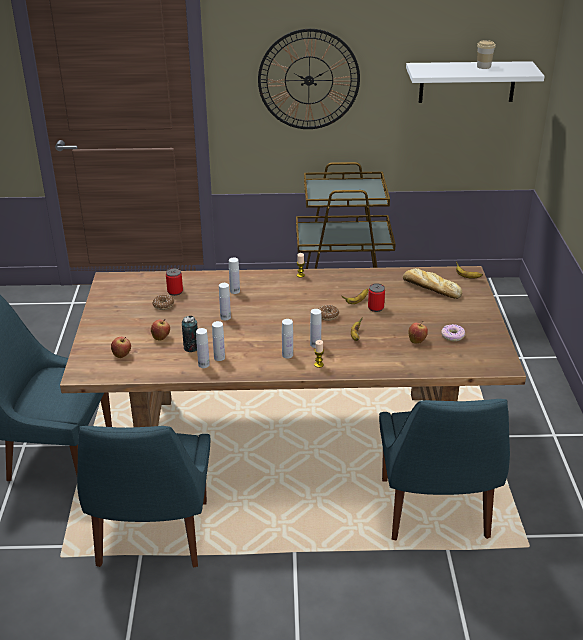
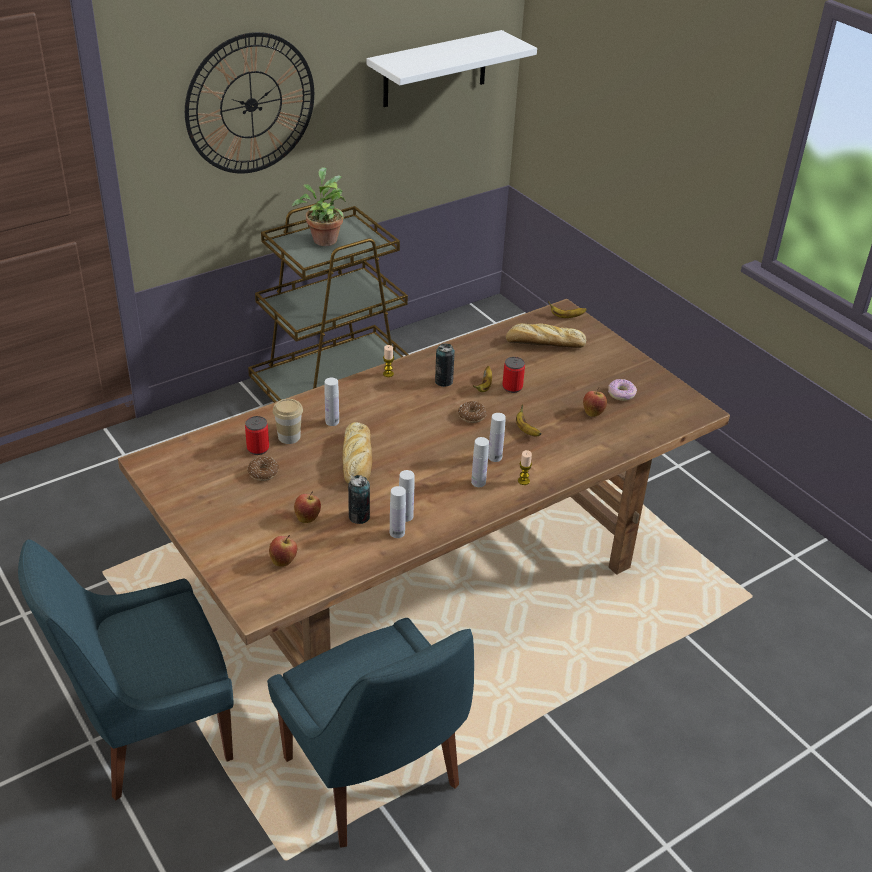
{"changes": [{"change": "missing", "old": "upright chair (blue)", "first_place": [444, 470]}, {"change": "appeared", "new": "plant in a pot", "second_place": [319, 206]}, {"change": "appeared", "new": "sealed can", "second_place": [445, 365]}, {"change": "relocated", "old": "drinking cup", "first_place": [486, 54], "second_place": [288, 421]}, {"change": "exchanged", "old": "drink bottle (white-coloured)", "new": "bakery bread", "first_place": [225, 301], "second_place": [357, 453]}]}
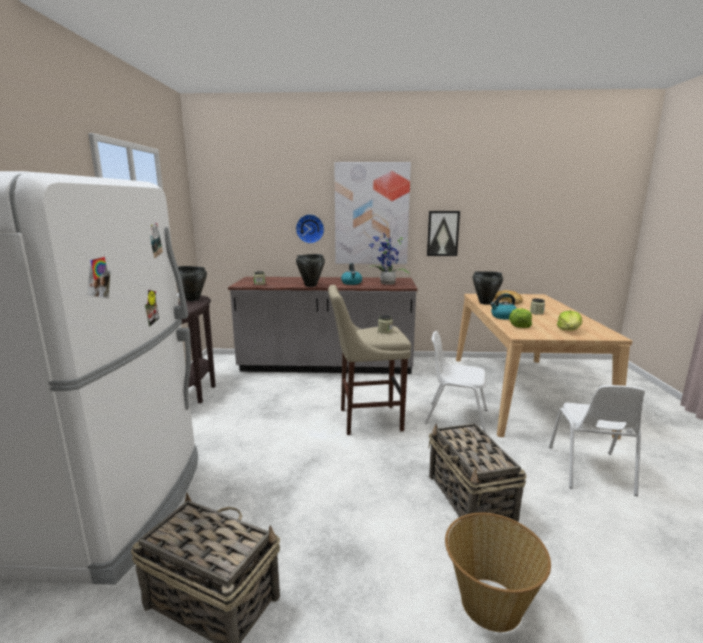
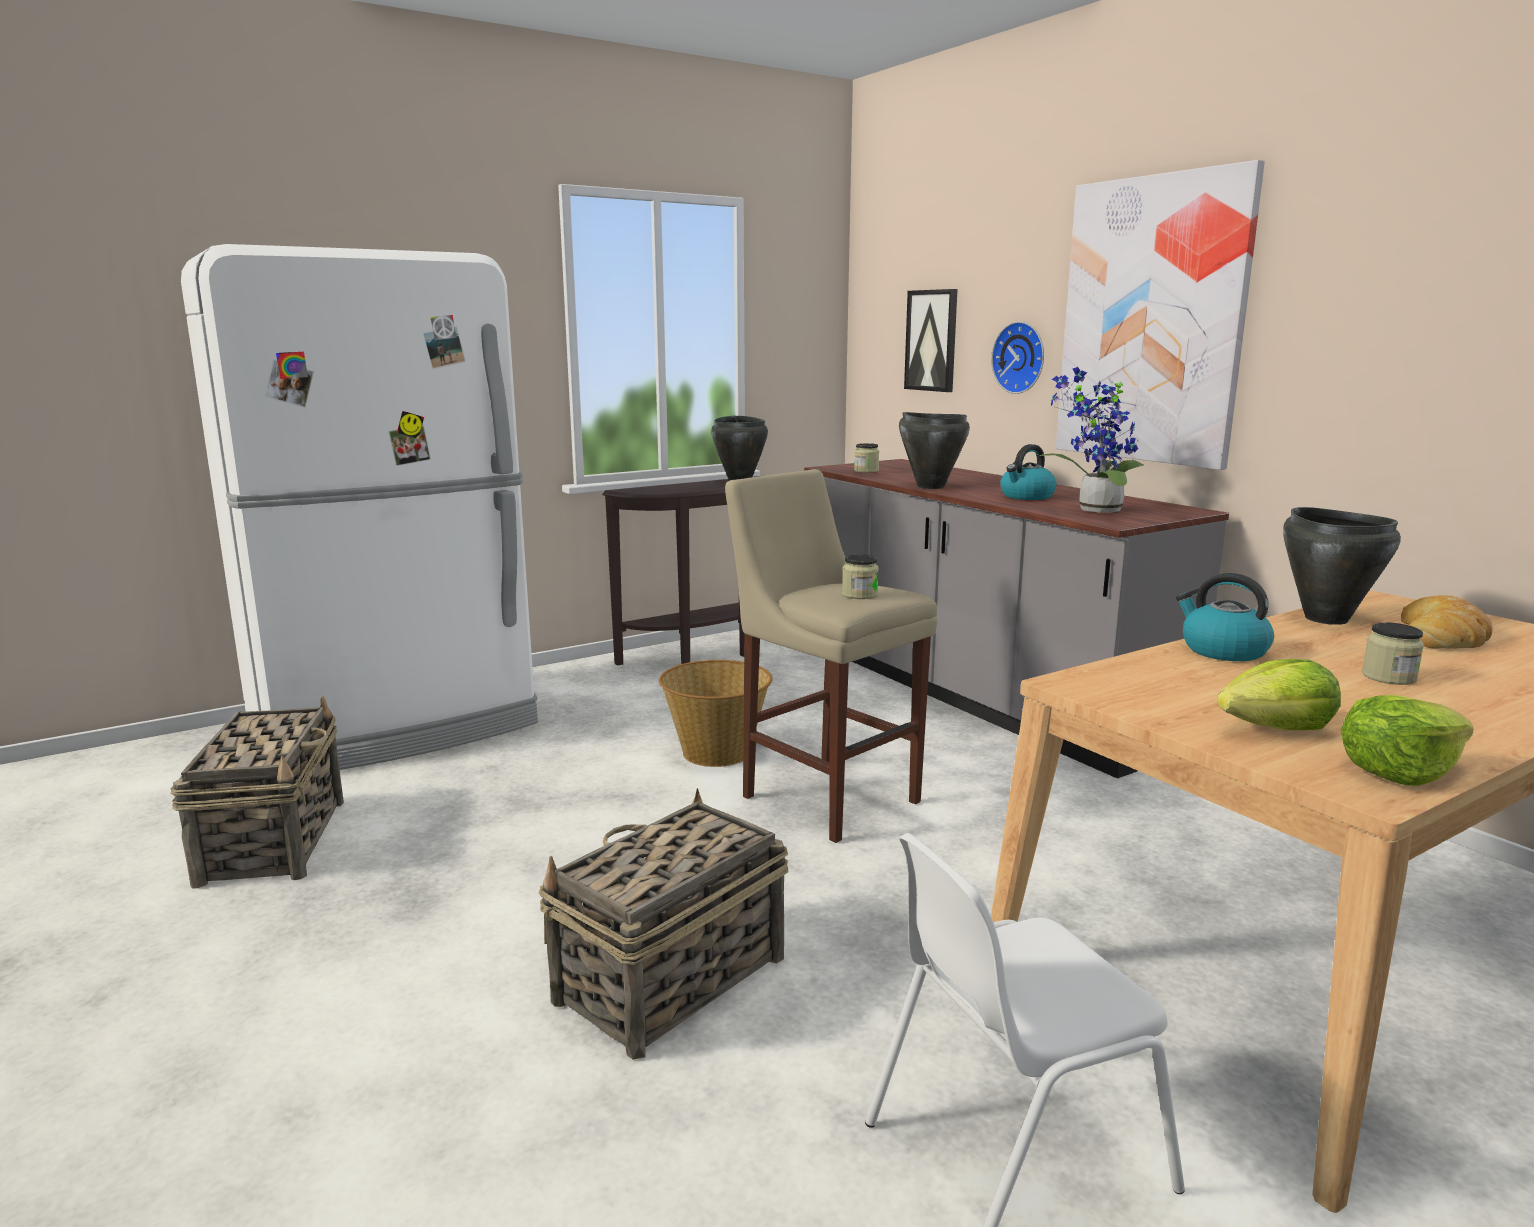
{"changes": [{"change": "missing", "old": "upright chair (white-coloured)", "first_place": [456, 382]}, {"change": "relocated", "old": "wall picture", "first_place": [443, 233], "second_place": [931, 340]}, {"change": "relocated", "old": "basket", "first_place": [498, 572], "second_place": [716, 713]}, {"change": "relocated", "old": "lettuce", "first_place": [520, 318], "second_place": [1407, 740]}]}
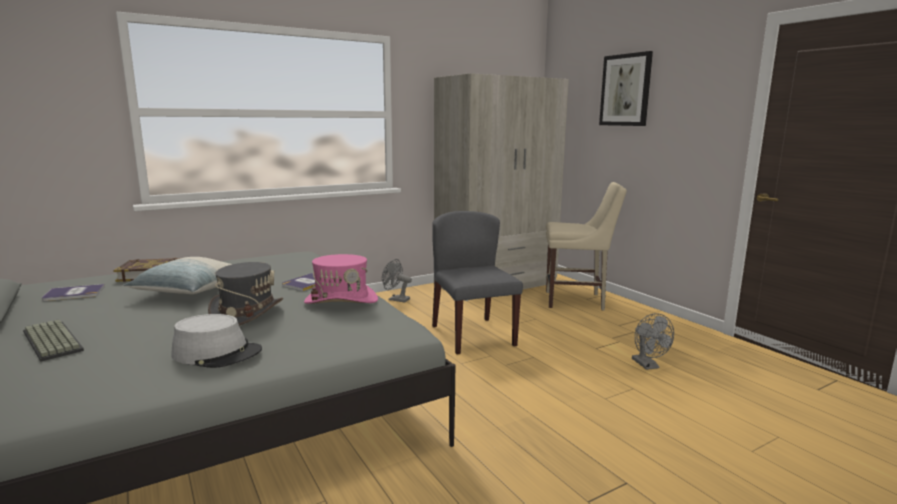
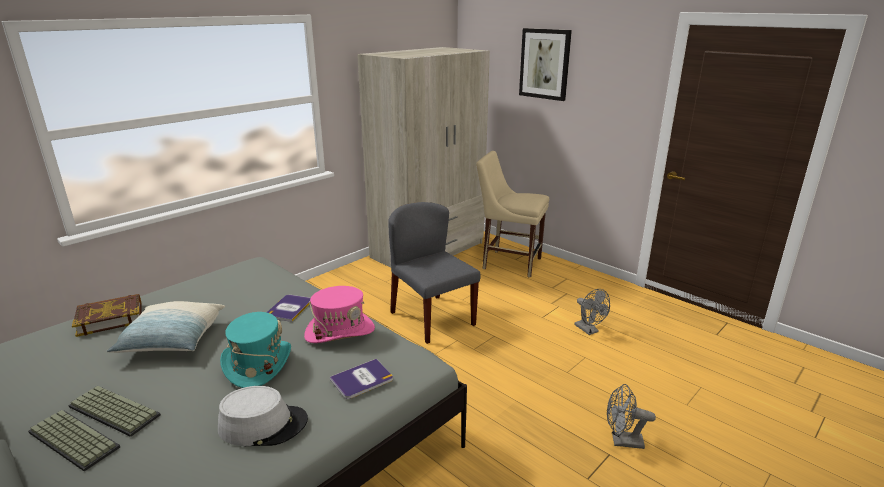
{"changes": [{"change": "appeared", "new": "PC keyboard", "second_place": [114, 411]}, {"change": "relocated", "old": "volume", "first_place": [73, 292], "second_place": [361, 379]}, {"change": "relocated", "old": "electric fan (gray)", "first_place": [397, 281], "second_place": [631, 416]}, {"change": "colour", "old": "clothing hat (gray)", "new": "clothing hat (turquoise-coloured)", "first_place": [245, 294], "second_place": [255, 350]}, {"change": "spun", "old": "upright chair (beige)", "first_place": [586, 246], "second_place": [512, 214], "degrees": -150}]}
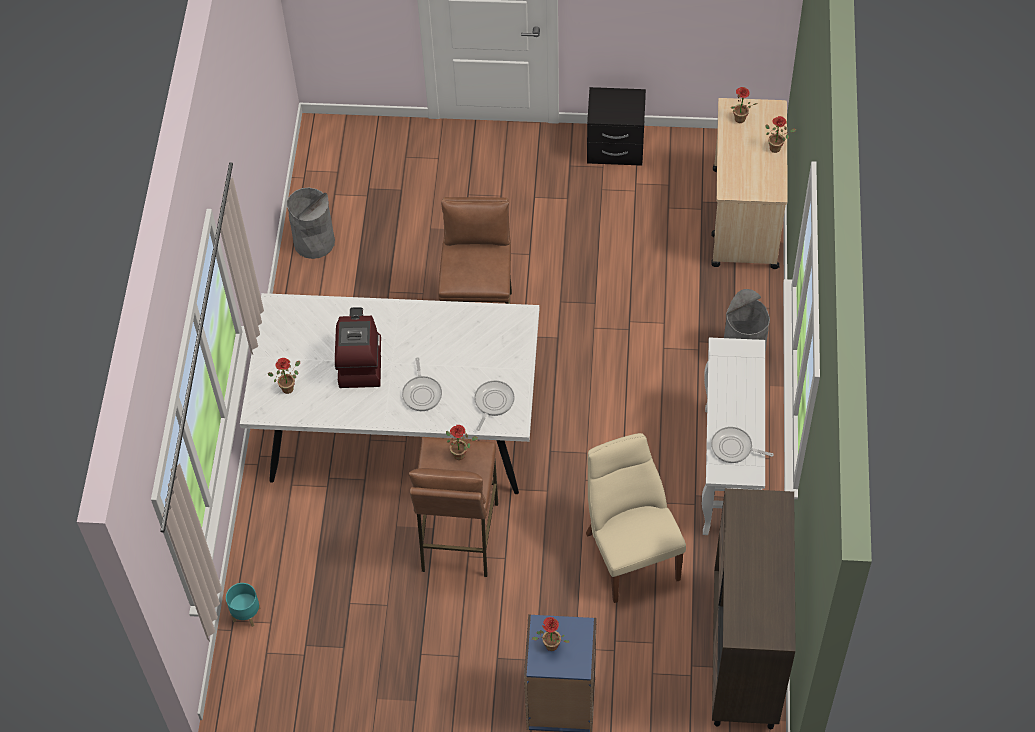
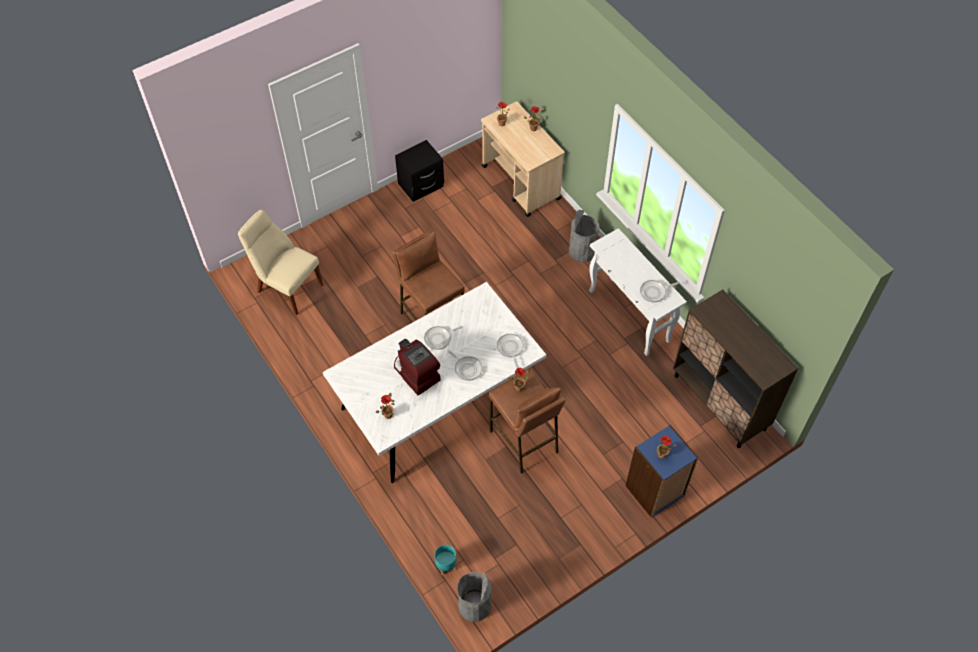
{"changes": [{"change": "appeared", "new": "frying pan", "second_place": [443, 338]}, {"change": "relocated", "old": "trash can (gray)", "first_place": [311, 223], "second_place": [474, 597]}, {"change": "relocated", "old": "upright chair (beige)", "first_place": [636, 518], "second_place": [280, 262]}]}
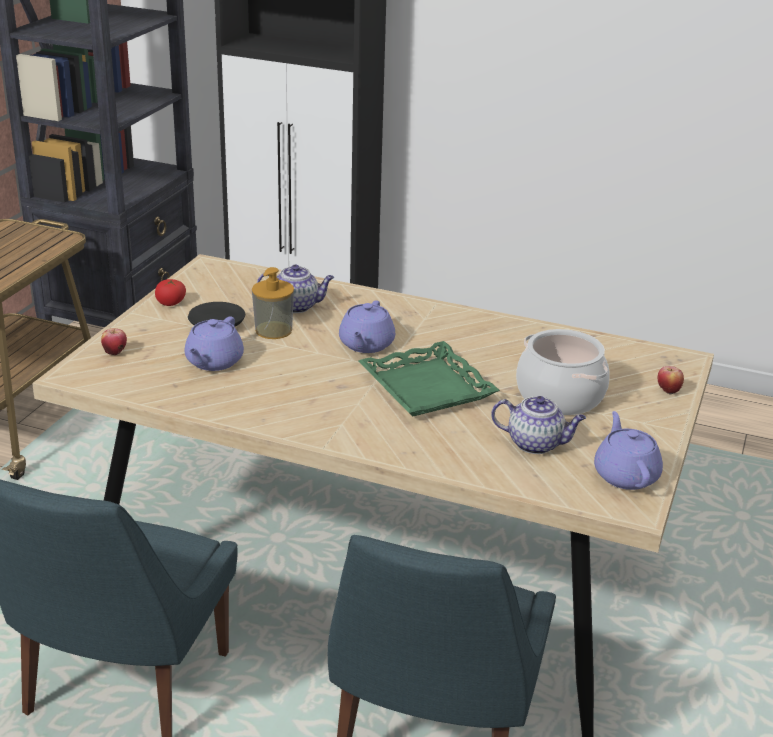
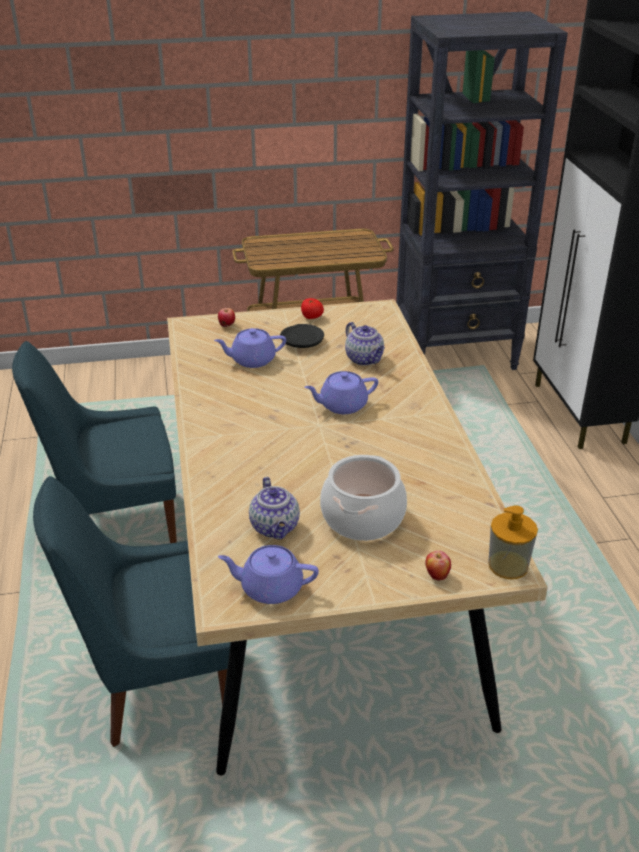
{"changes": [{"change": "missing", "old": "tray (greenish)", "first_place": [429, 378]}, {"change": "relocated", "old": "soap bottle", "first_place": [273, 303], "second_place": [513, 542]}, {"change": "spun", "old": "teapot (purplish)", "first_place": [628, 450], "second_place": [268, 574], "degrees": -135}]}
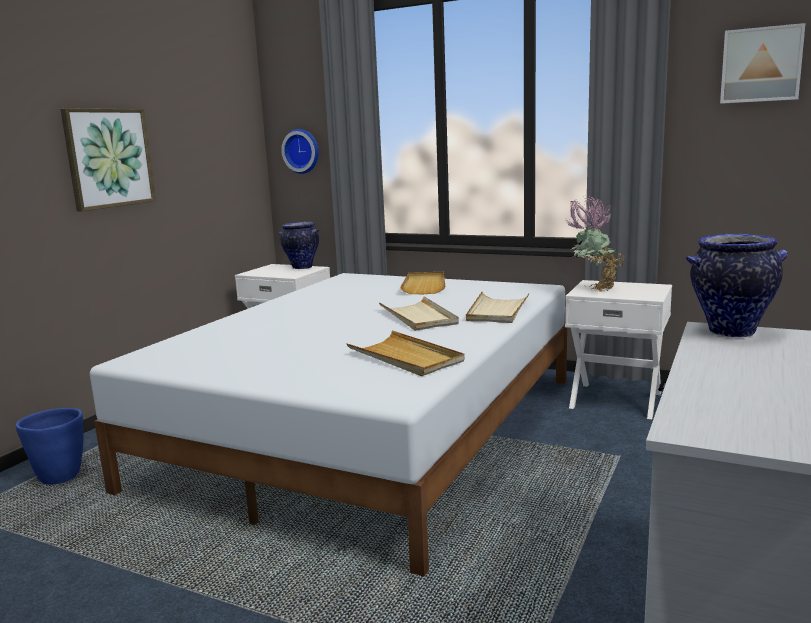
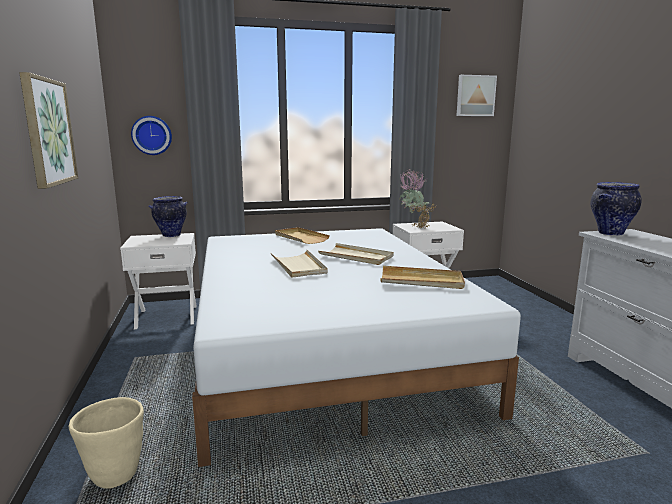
{"changes": [{"change": "relocated", "old": "tray (beige)", "first_place": [498, 307], "second_place": [299, 264]}, {"change": "colour", "old": "flower pot (blue)", "new": "flower pot (beige)", "first_place": [50, 446], "second_place": [106, 443]}]}
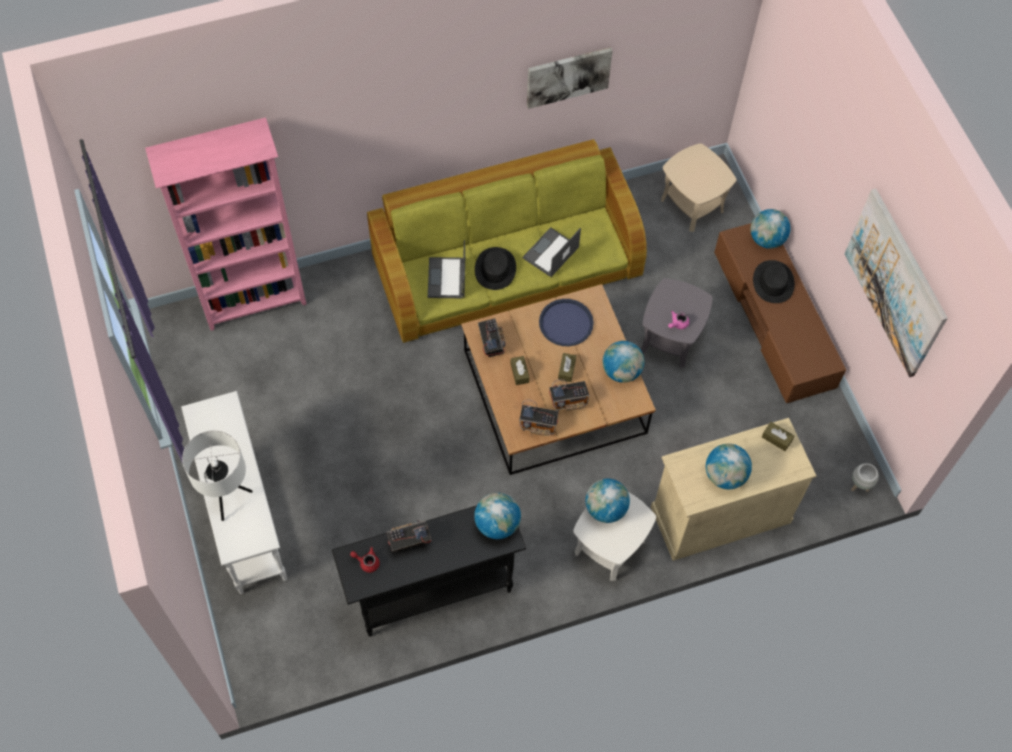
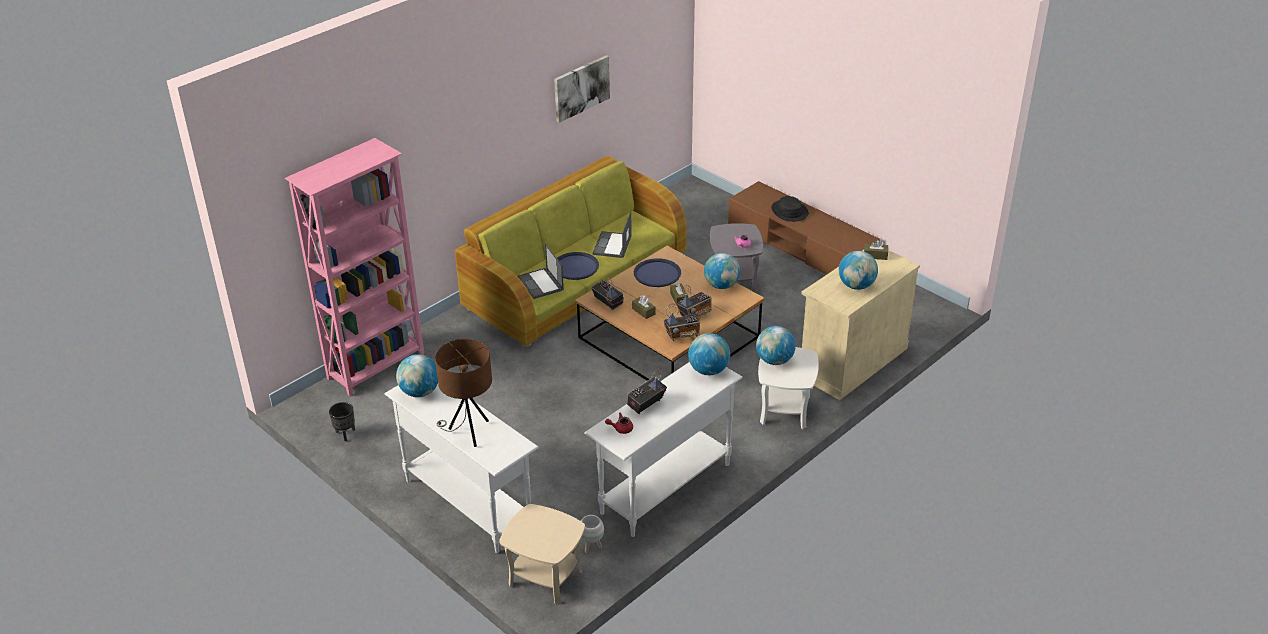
{"changes": [{"change": "missing", "old": "wall picture", "first_place": [896, 283]}, {"change": "appeared", "new": "flower pot (blackish)", "second_place": [342, 421]}, {"change": "relocated", "old": "side table (beige)", "first_place": [698, 187], "second_place": [542, 554]}, {"change": "relocated", "old": "globe", "first_place": [770, 229], "second_place": [417, 375]}, {"change": "relocated", "old": "flower pot (white-coloured)", "first_place": [865, 477], "second_place": [592, 534]}, {"change": "exchanged", "old": "clothing hat (blackish)", "new": "tray (blue)", "first_place": [495, 268], "second_place": [578, 266]}, {"change": "colour", "old": "tabletop lamp (white-coloured)", "new": "tabletop lamp (brown)", "first_place": [217, 475], "second_place": [463, 393]}, {"change": "colour", "old": "narrow table (blackish)", "new": "narrow table (white-coloured)", "first_place": [429, 571], "second_place": [663, 449]}]}
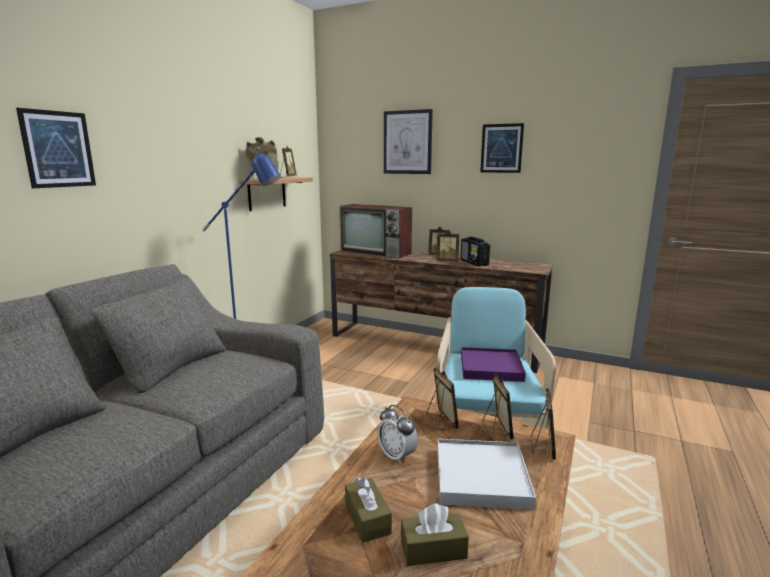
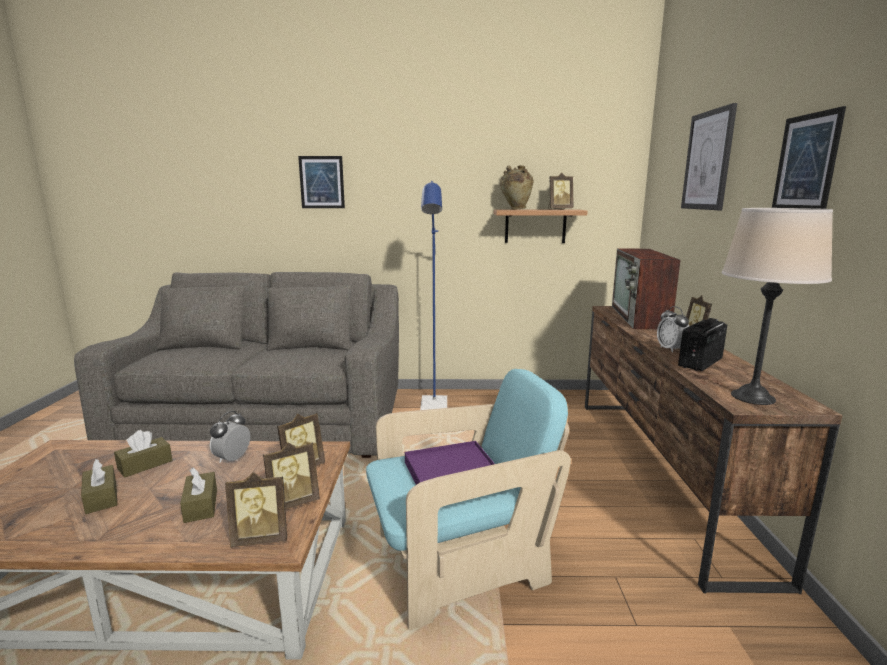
{"changes": [{"change": "appeared", "new": "tabletop lamp (beige)", "second_place": [777, 306]}, {"change": "exchanged", "old": "picture frame", "new": "table clock", "first_place": [448, 246], "second_place": [673, 329]}, {"change": "exchanged", "old": "tray (white-coloured)", "new": "tissue box (brown)", "first_place": [486, 474], "second_place": [198, 495]}]}
